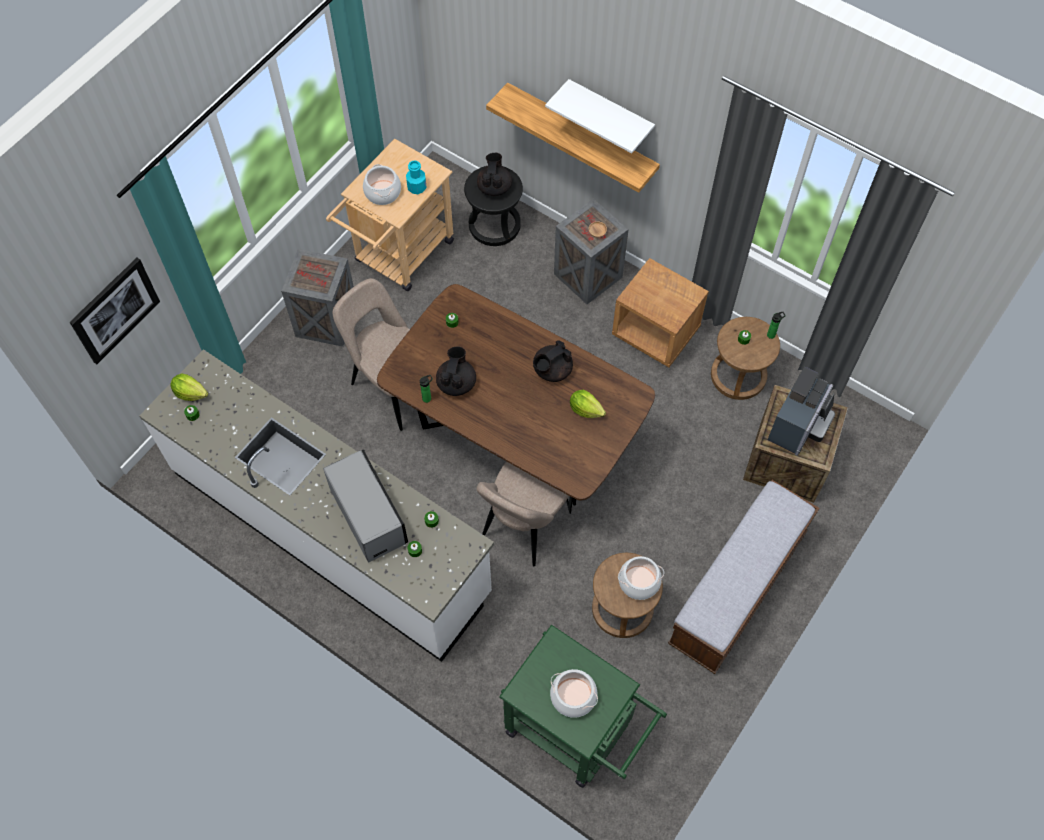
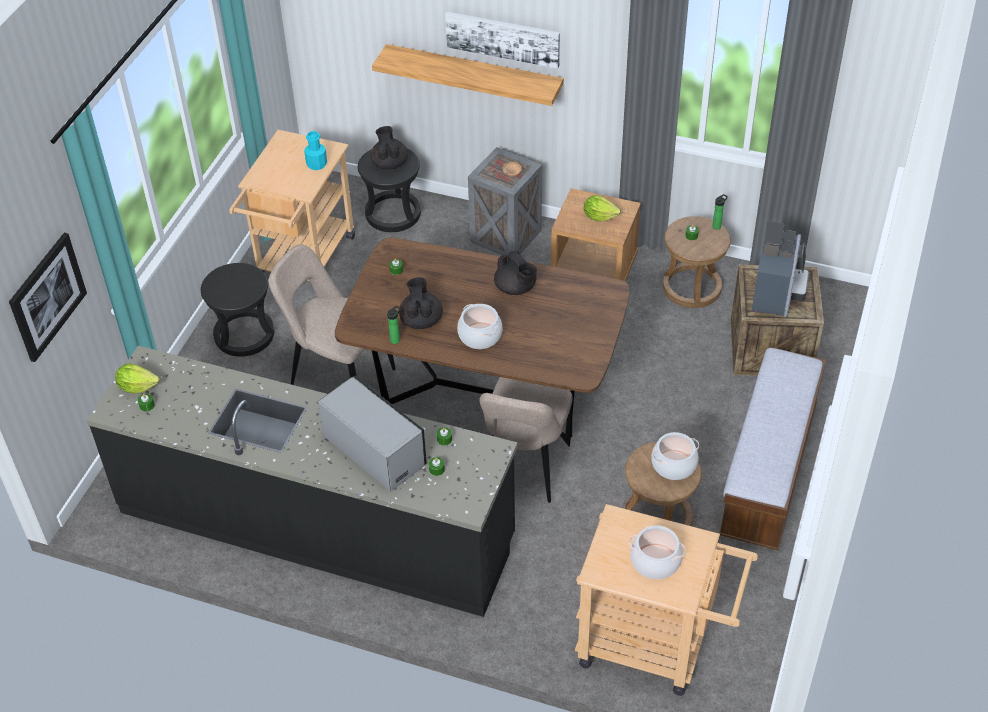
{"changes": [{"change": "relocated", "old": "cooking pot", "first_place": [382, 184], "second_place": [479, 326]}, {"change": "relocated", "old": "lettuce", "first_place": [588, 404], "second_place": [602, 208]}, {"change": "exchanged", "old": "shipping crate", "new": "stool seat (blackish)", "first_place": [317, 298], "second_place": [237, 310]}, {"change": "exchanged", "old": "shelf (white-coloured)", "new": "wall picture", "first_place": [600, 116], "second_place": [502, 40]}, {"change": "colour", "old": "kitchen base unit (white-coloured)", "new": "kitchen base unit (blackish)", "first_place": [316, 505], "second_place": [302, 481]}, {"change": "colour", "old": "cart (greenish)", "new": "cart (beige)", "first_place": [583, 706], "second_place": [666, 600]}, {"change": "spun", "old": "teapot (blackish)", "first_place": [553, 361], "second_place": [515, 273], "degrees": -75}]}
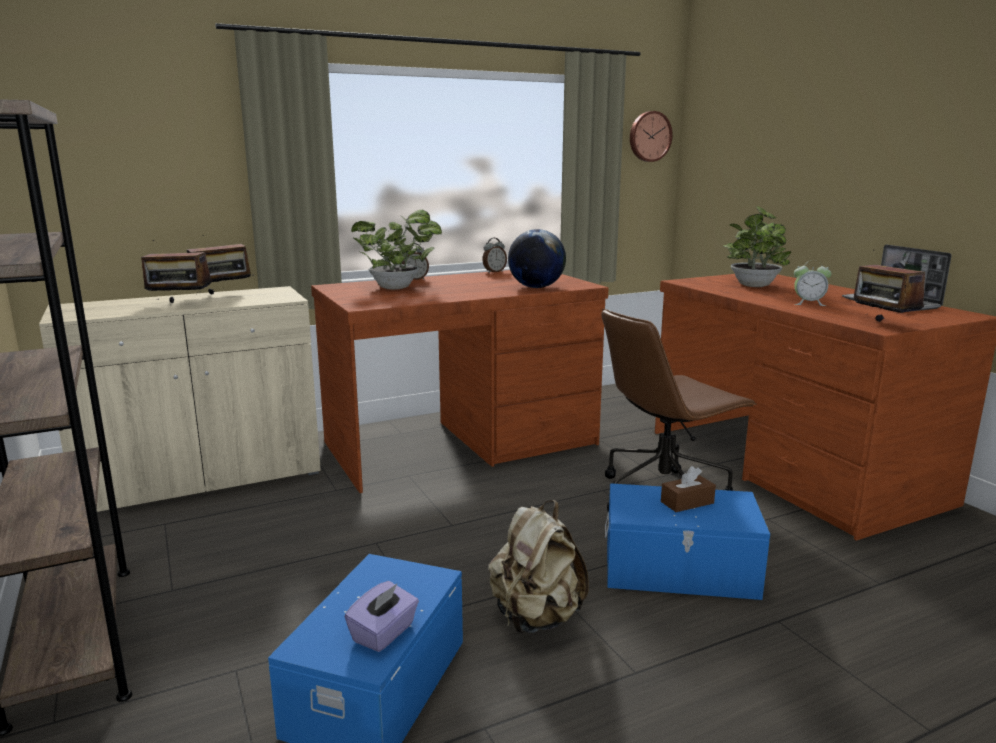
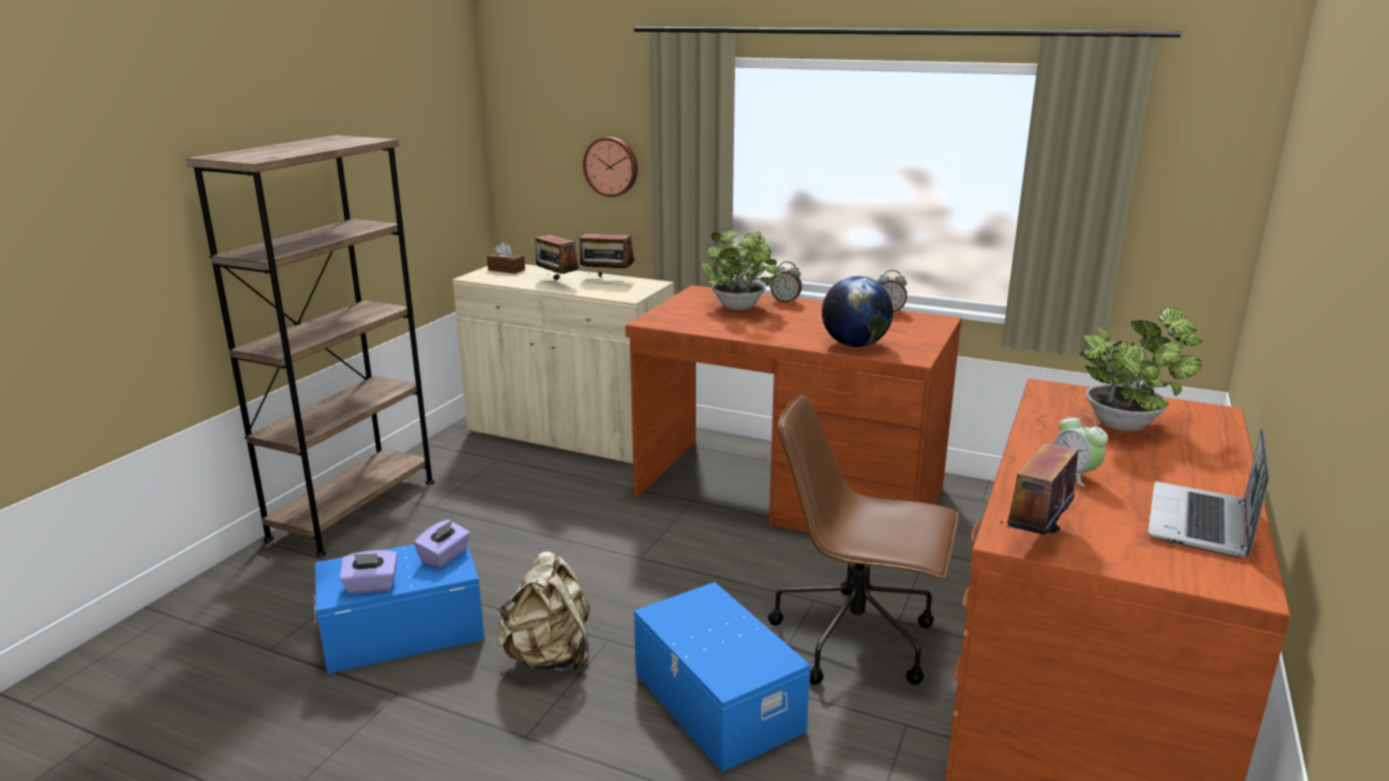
{"changes": [{"change": "appeared", "new": "tissue box (purplish)", "second_place": [442, 544]}, {"change": "relocated", "old": "hanging clock", "first_place": [651, 136], "second_place": [610, 167]}, {"change": "relocated", "old": "tissue box (brown)", "first_place": [688, 489], "second_place": [506, 258]}]}
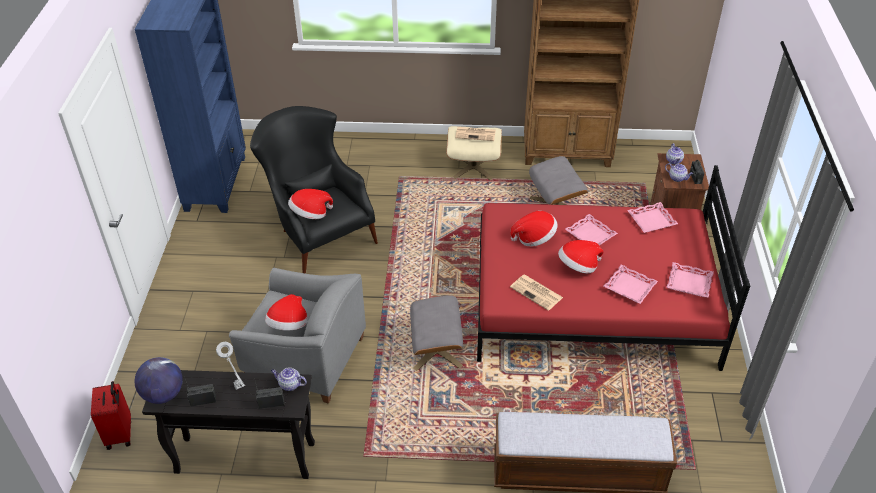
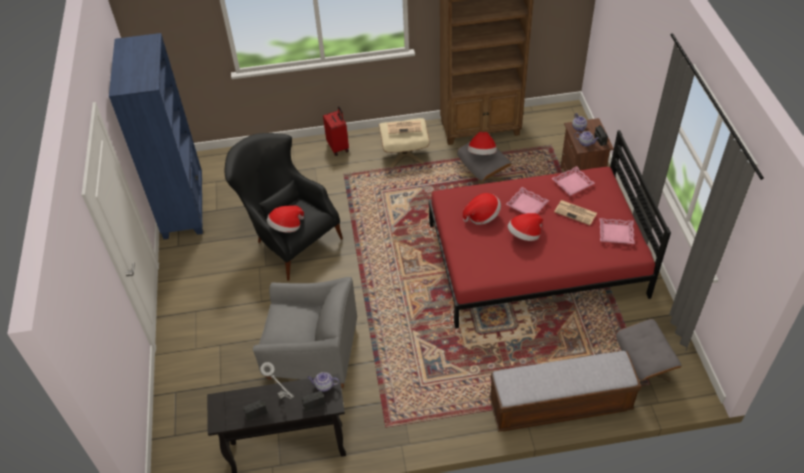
{"changes": [{"change": "missing", "old": "globe", "first_place": [159, 380]}, {"change": "missing", "old": "tray (pink)", "first_place": [631, 284]}, {"change": "relocated", "old": "piece of luggage (red-coloured)", "first_place": [111, 415], "second_place": [336, 131]}, {"change": "relocated", "old": "clothing hat", "first_place": [286, 312], "second_place": [482, 143]}, {"change": "relocated", "old": "ottoman (gray)", "first_place": [436, 333], "second_place": [649, 350]}, {"change": "relocated", "old": "printed paper", "first_place": [536, 293], "second_place": [575, 212]}]}
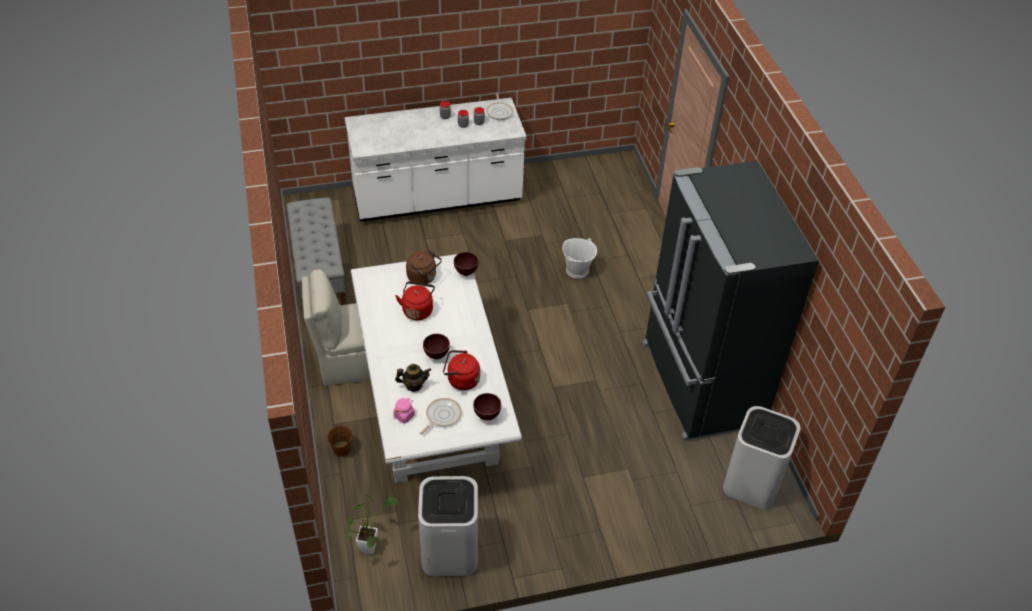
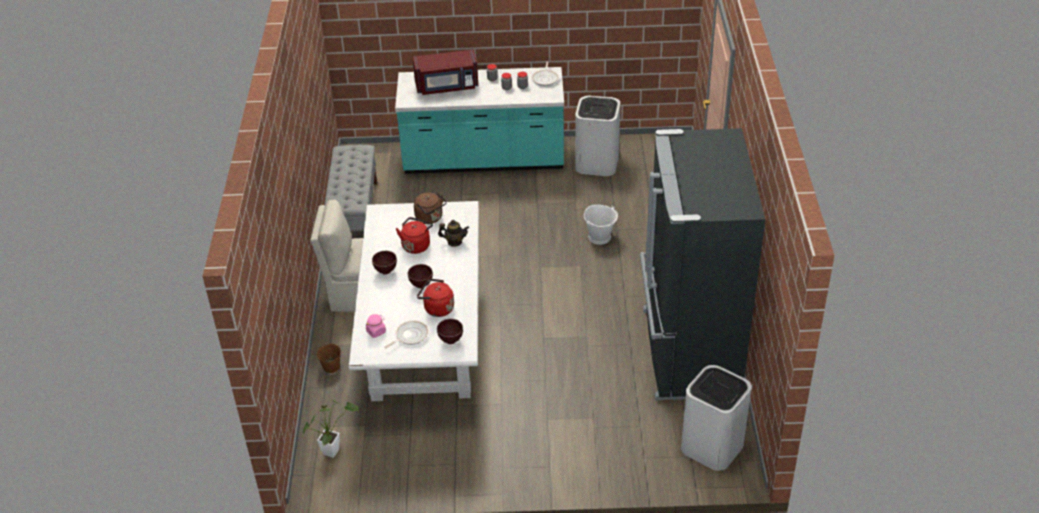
{"changes": [{"change": "appeared", "new": "kitchen microwave (red-coloured)", "second_place": [445, 72]}, {"change": "relocated", "old": "teapot", "first_place": [413, 378], "second_place": [453, 233]}, {"change": "relocated", "old": "trash can (white-coloured)", "first_place": [448, 526], "second_place": [597, 136]}, {"change": "relocated", "old": "bowl (brown)", "first_place": [466, 264], "second_place": [384, 263]}, {"change": "colour", "old": "kitchen base unit (white-coloured)", "new": "kitchen base unit (turquoise-coloured)", "first_place": [436, 160], "second_place": [479, 120]}]}
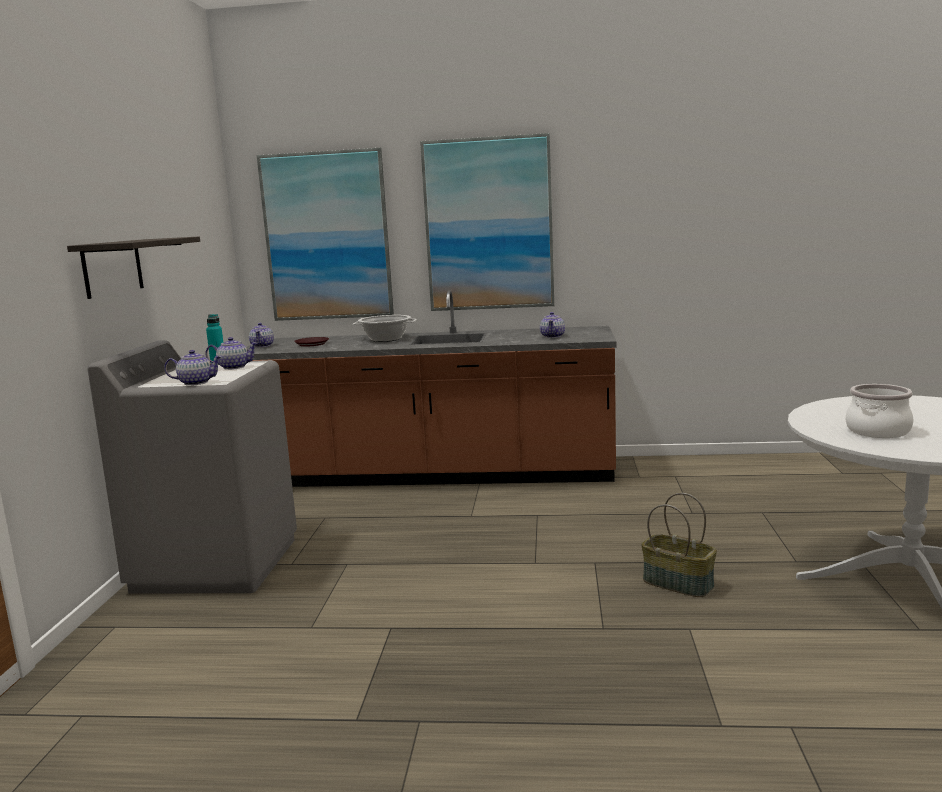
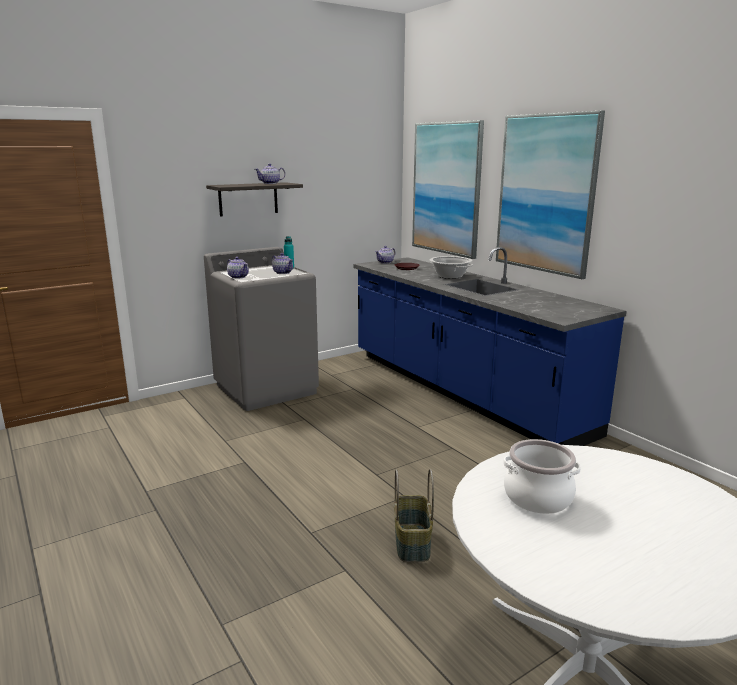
{"changes": [{"change": "relocated", "old": "teapot", "first_place": [552, 325], "second_place": [270, 174]}, {"change": "colour", "old": "kitchen base unit (brown)", "new": "kitchen base unit (blue)", "first_place": [432, 388], "second_place": [490, 346]}]}
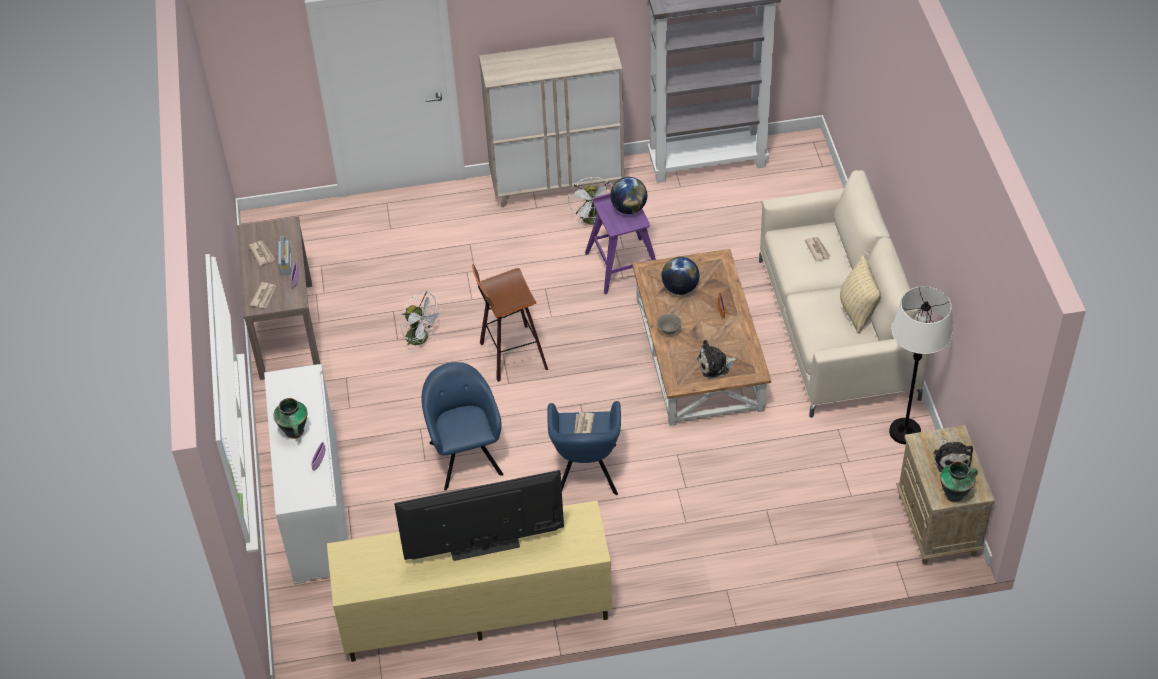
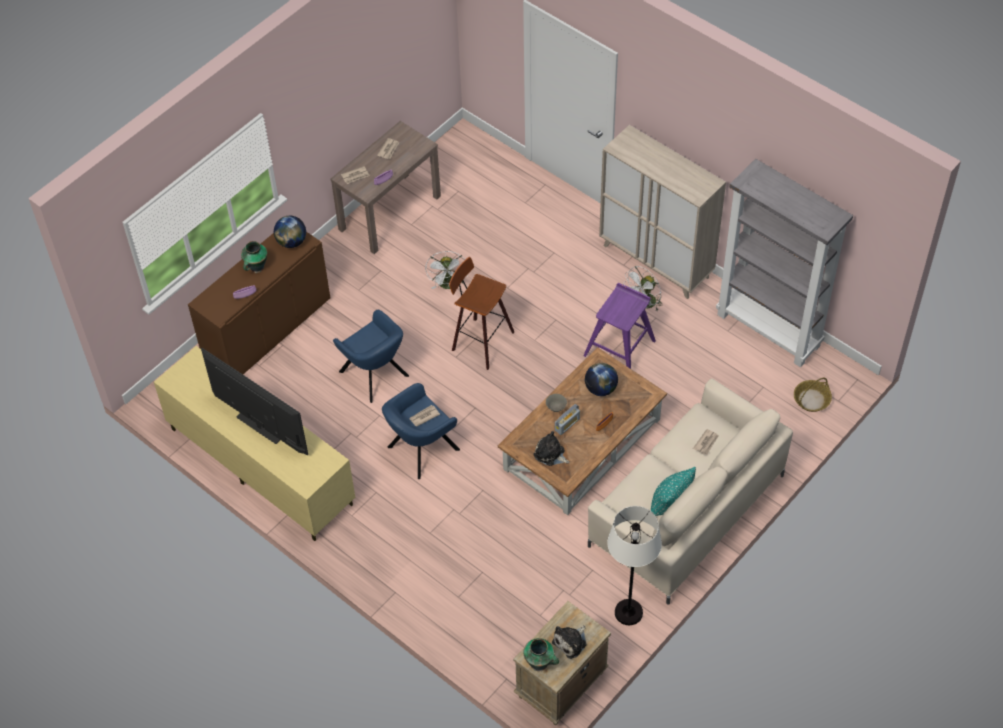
{"changes": [{"change": "appeared", "new": "basket", "second_place": [813, 395]}, {"change": "relocated", "old": "radio", "first_place": [284, 255], "second_place": [567, 419]}, {"change": "relocated", "old": "globe", "first_place": [628, 195], "second_place": [290, 232]}, {"change": "colour", "old": "cupboard (white-coloured)", "new": "cupboard (brown)", "first_place": [306, 474], "second_place": [259, 303]}, {"change": "colour", "old": "pillow (beige)", "new": "pillow (turquoise-coloured)", "first_place": [860, 294], "second_place": [673, 491]}, {"change": "spun", "old": "easy chair (blue)", "first_place": [462, 426], "second_place": [371, 356], "degrees": 105}]}
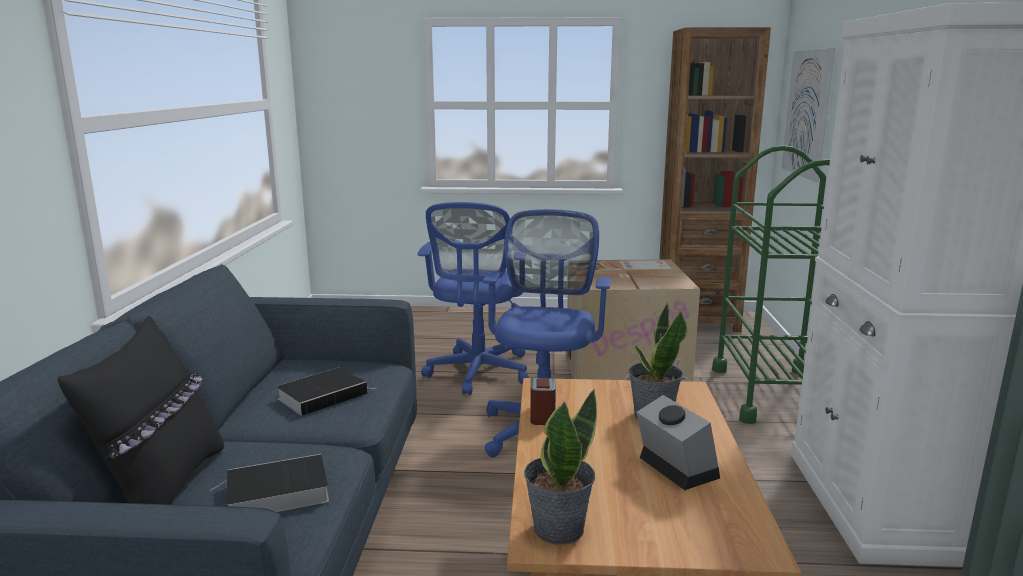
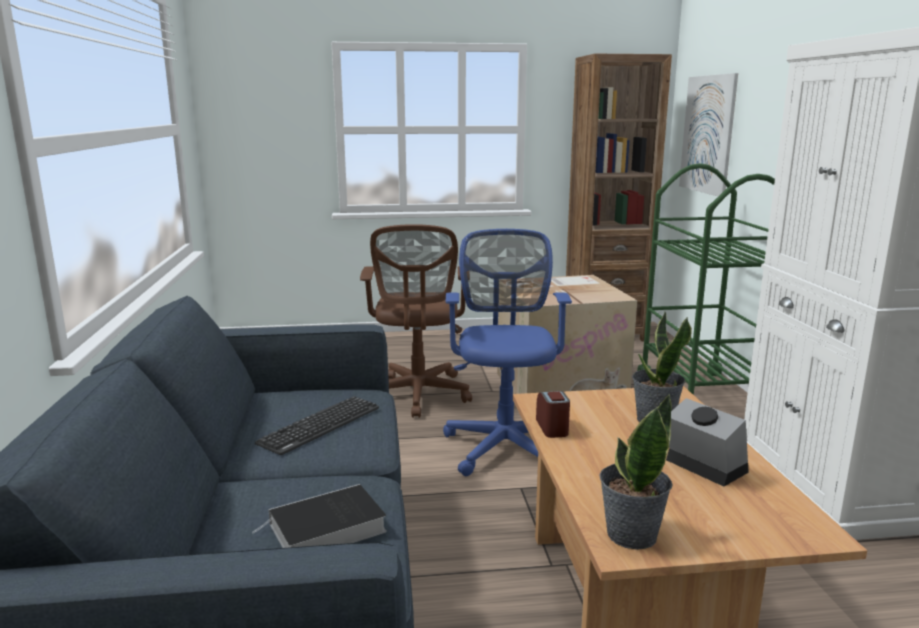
{"changes": [{"change": "missing", "old": "pillow (blackish)", "first_place": [141, 410]}, {"change": "exchanged", "old": "volume", "new": "PC keyboard", "first_place": [322, 391], "second_place": [317, 425]}, {"change": "colour", "old": "office chair (blue)", "new": "office chair (brown)", "first_place": [473, 298], "second_place": [416, 321]}]}
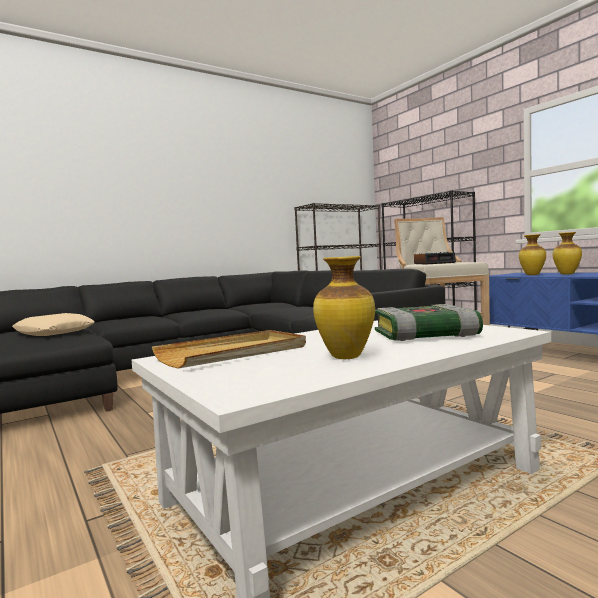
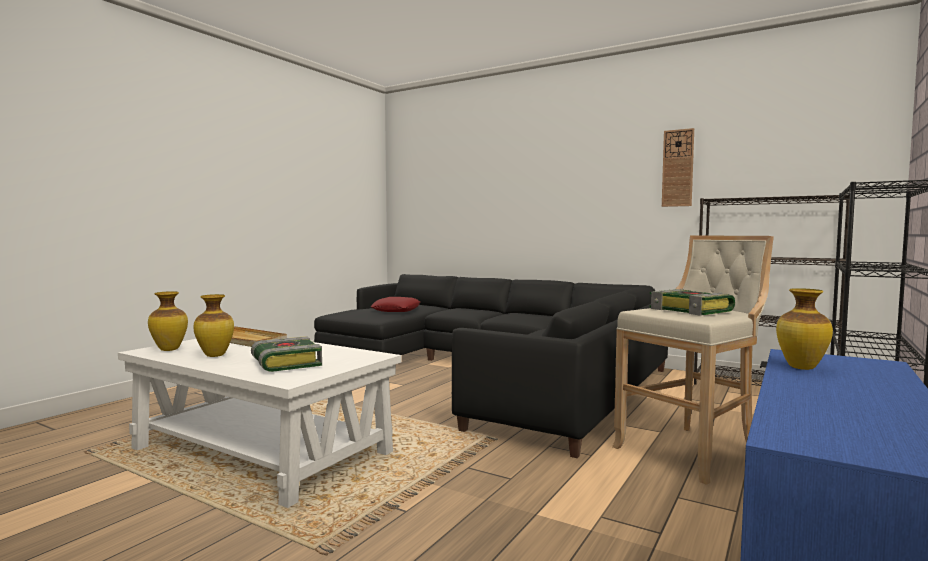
{"changes": [{"change": "appeared", "new": "hanging clock", "second_place": [678, 167]}, {"change": "relocated", "old": "decorative vase", "first_place": [567, 253], "second_place": [168, 321]}, {"change": "exchanged", "old": "table clock", "new": "volume", "first_place": [435, 258], "second_place": [692, 302]}, {"change": "colour", "old": "pillow (beige)", "new": "pillow (red-coloured)", "first_place": [53, 324], "second_place": [395, 304]}]}
